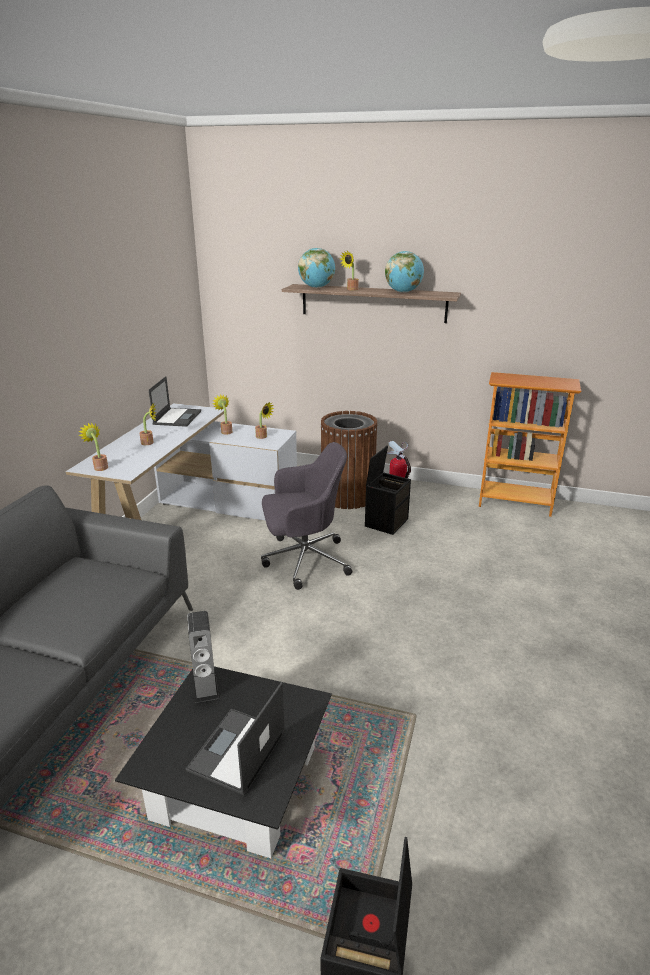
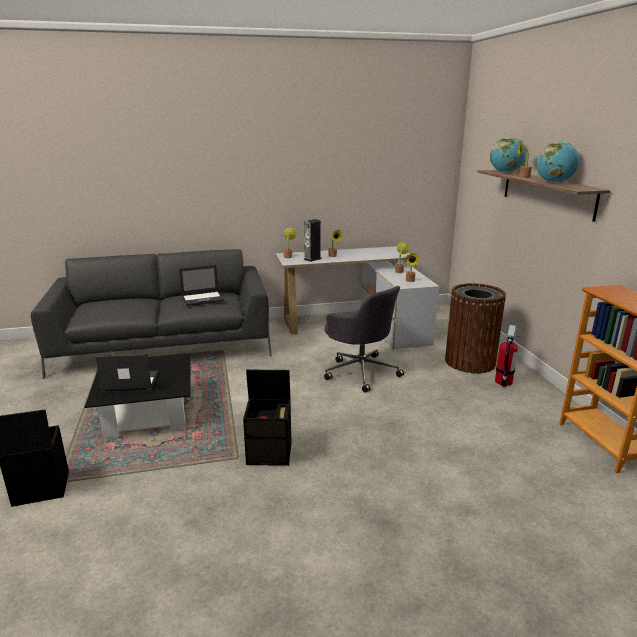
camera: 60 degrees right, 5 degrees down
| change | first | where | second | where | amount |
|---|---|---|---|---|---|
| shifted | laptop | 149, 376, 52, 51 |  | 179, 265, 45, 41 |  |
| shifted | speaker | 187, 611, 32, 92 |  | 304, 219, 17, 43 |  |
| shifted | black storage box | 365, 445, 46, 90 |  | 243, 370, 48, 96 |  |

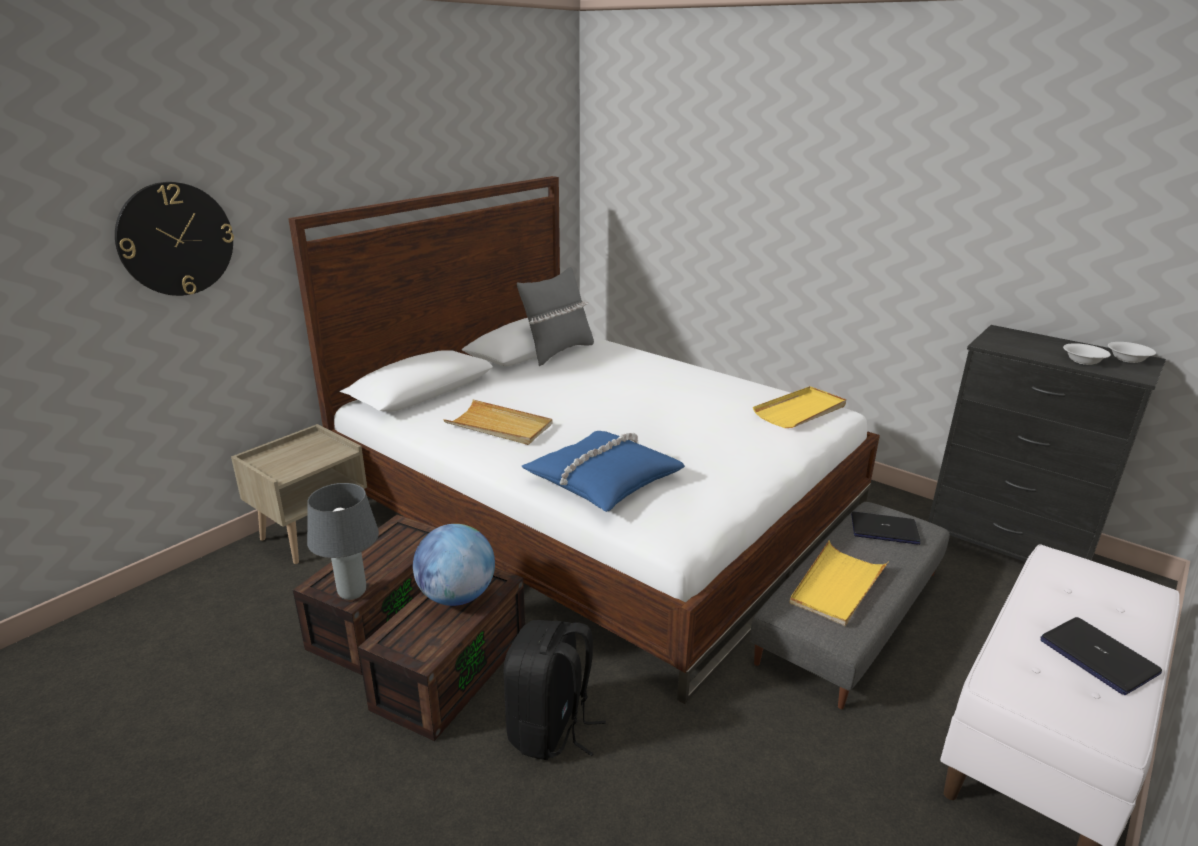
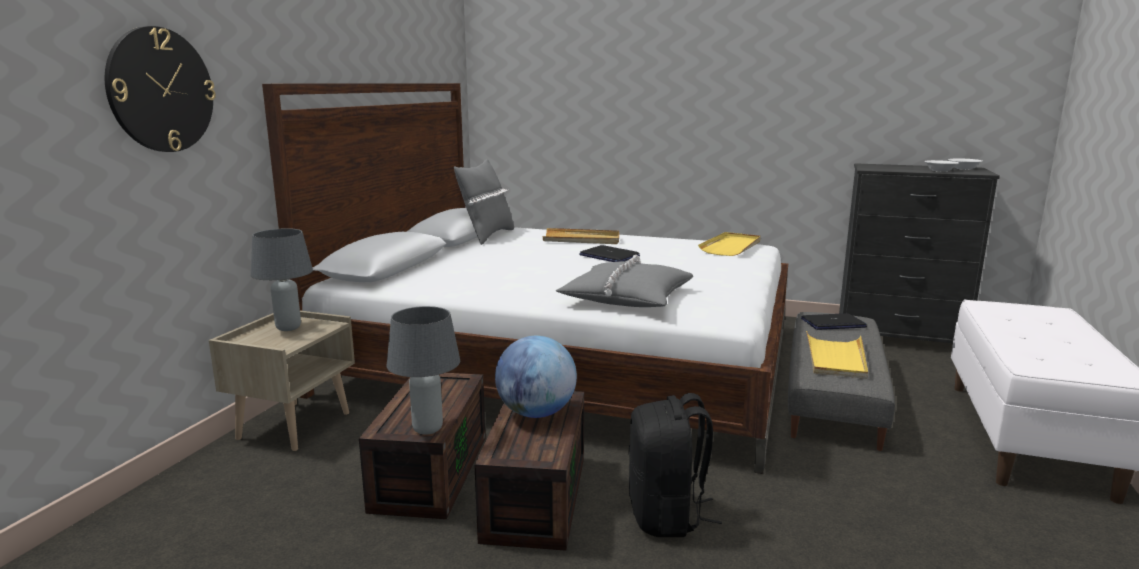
camera: 20 degrees left, 10 degrees down
| change | first | where | second | where | amount |
|---|---|---|---|---|---|
| new |  |  | grey table lamp | 251, 228, 62, 103 |  |
| shifted | beige tray | 444, 400, 108, 45 |  | 543, 228, 76, 16 |  |
| shifted | laptop | 1041, 617, 121, 78 |  | 579, 245, 61, 17 |  |
| repainted | blue pillow | 522, 431, 163, 81 | grey pillow | 556, 255, 137, 52 |  |

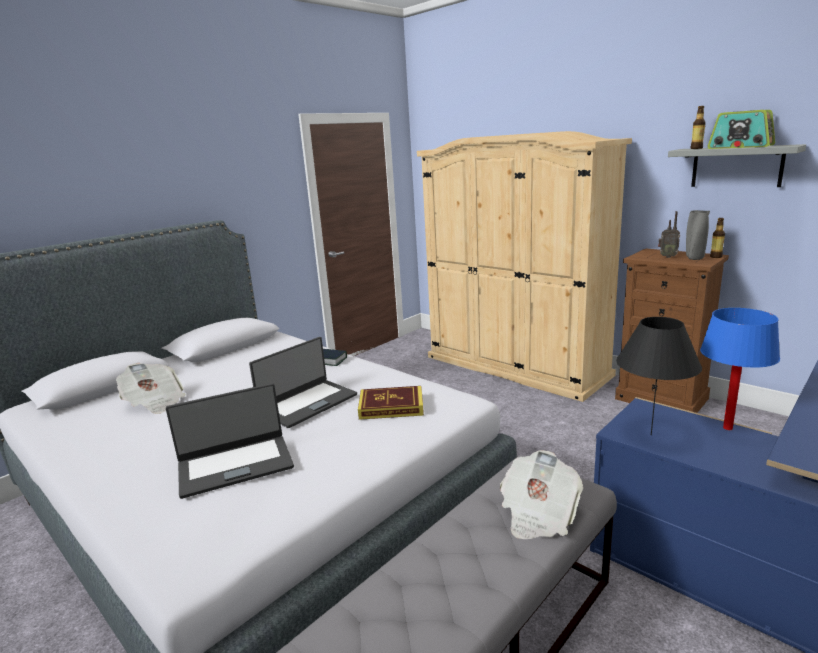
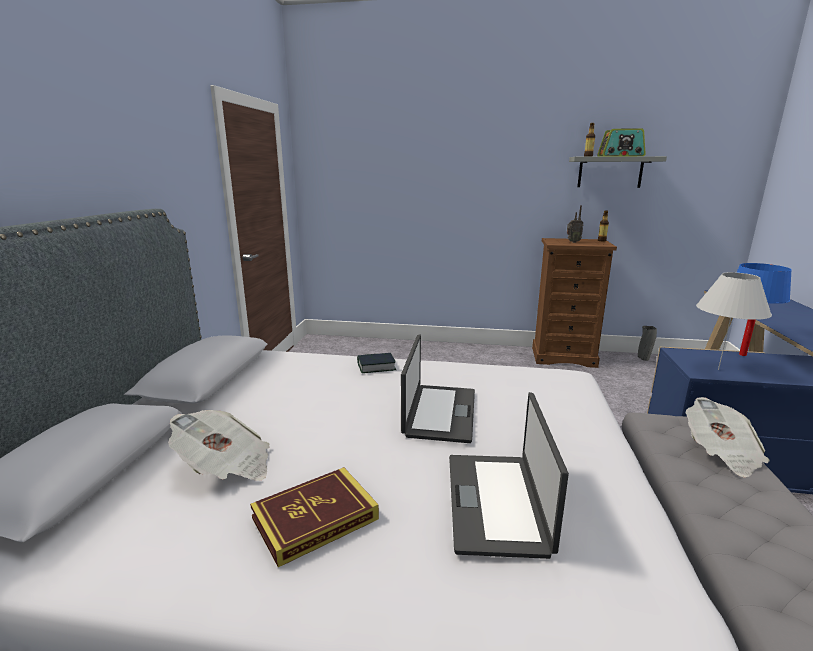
camera: 35 degrees left, 0 degrees up
| change | first | where | second | where | amount |
|---|---|---|---|---|---|
| gone | beige wardrobe | 417, 131, 215, 271 |  |  |  |
| shifted | book | 358, 386, 66, 34 |  | 250, 467, 129, 100 |  |
| shifted | grey vase | 686, 210, 24, 50 |  | 638, 326, 19, 35 |  |
| repainted | black table lamp | 616, 317, 86, 118 | white table lamp | 696, 272, 76, 98 |  |
| rotated | laptop | 166, 383, 128, 116 |  | 449, 392, 120, 167 | 150 degrees clockwise |

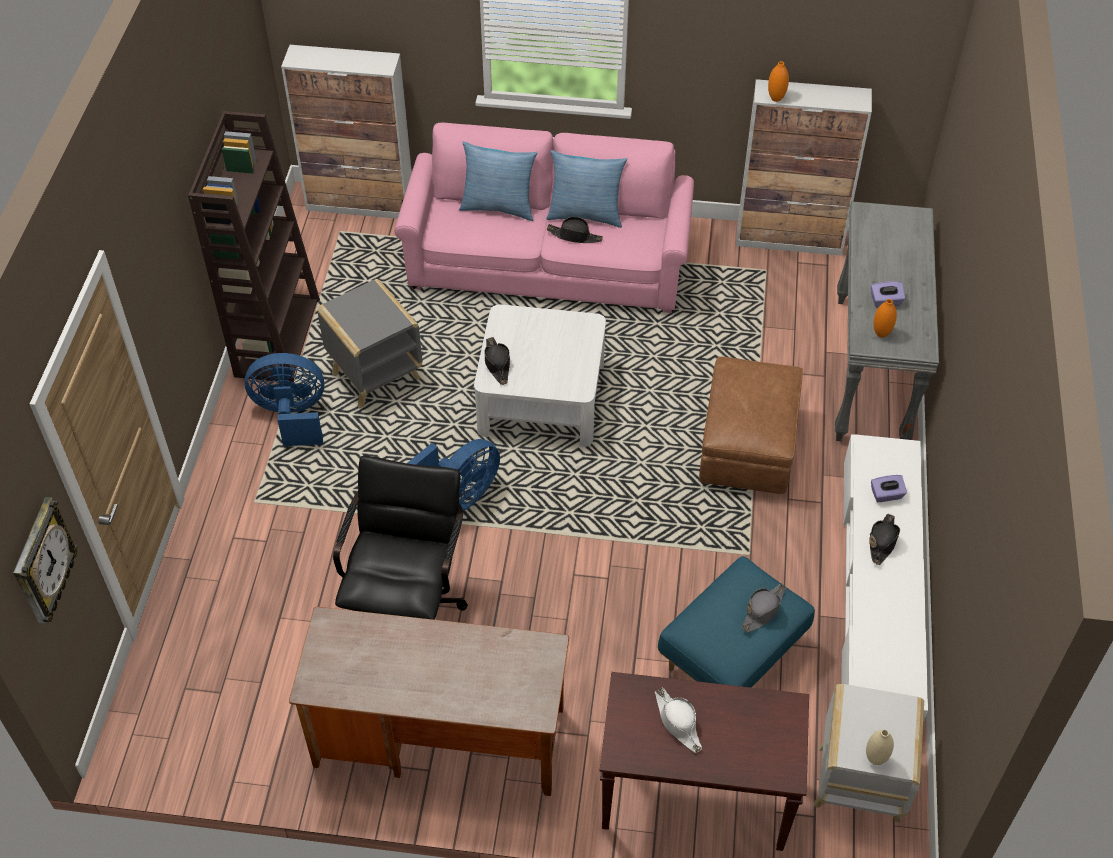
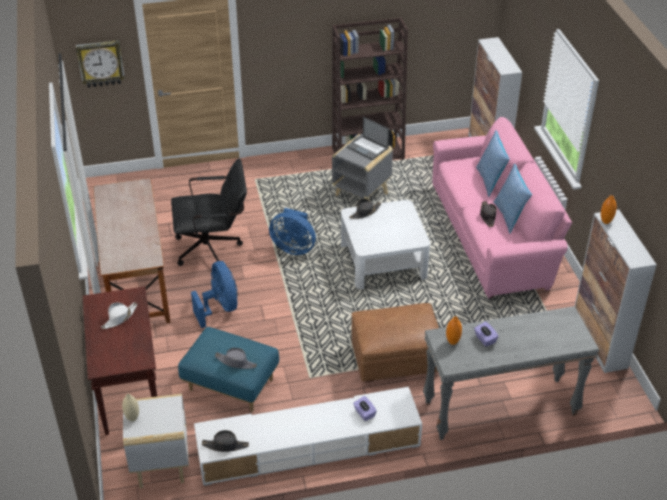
camera: 70 degrees right, 10 degrees down
| change | first | where | second | where | amount |
|---|---|---|---|---|---|
| new |  |  | laptop | 347, 116, 42, 44 |  |
| shifted | blue fan | 244, 353, 80, 93 |  | 191, 261, 47, 67 |  |
| shifted | black hat | 869, 514, 31, 51 |  | 202, 430, 47, 22 |  |

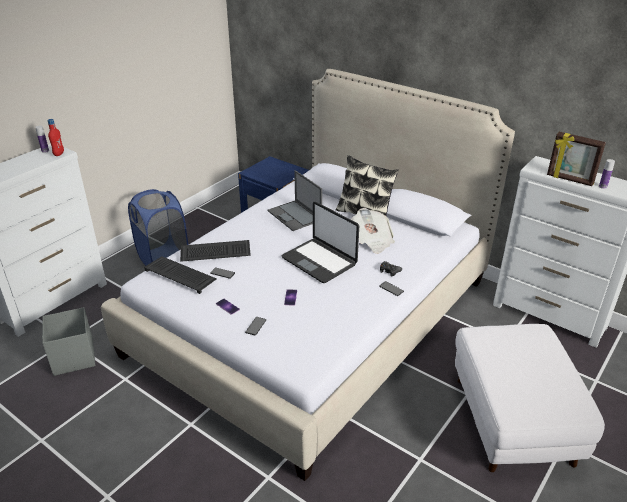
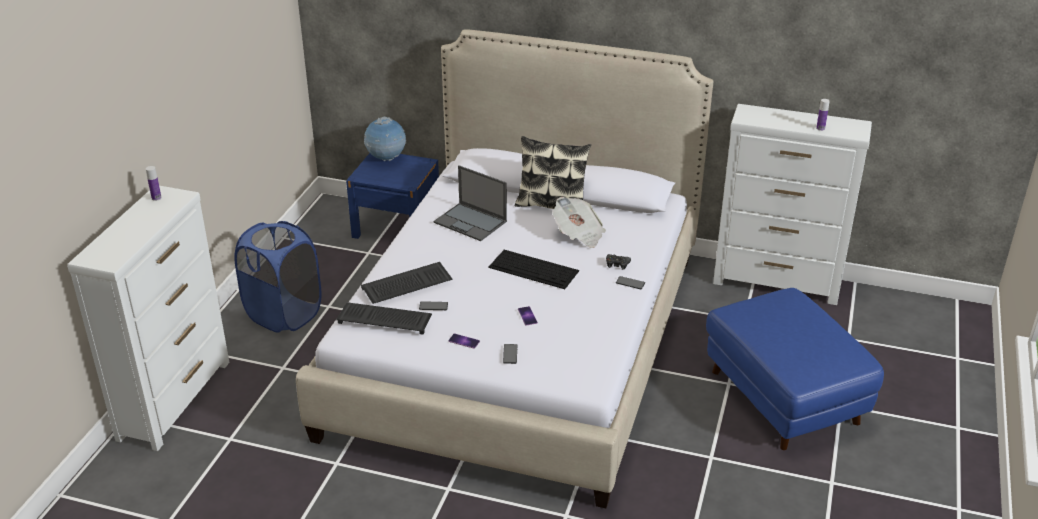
camera: 20 degrees left, 0 degrees up
| change | first | where | second | where | amount |
|---|---|---|---|---|---|
| gone | grey storage box | 42, 307, 53, 69 |  |  |  |
| gone | red bottle | 47, 119, 17, 37 |  |  |  |
| gone | picture frame | 547, 132, 59, 54 |  |  |  |
| new |  |  | globe | 364, 117, 43, 44 |  |
| swapped | laptop | 282, 202, 77, 81 | keyboard | 488, 250, 91, 39 |  |
| repainted | white ottoman | 455, 324, 150, 148 | blue ottoman | 706, 288, 178, 162 |  |

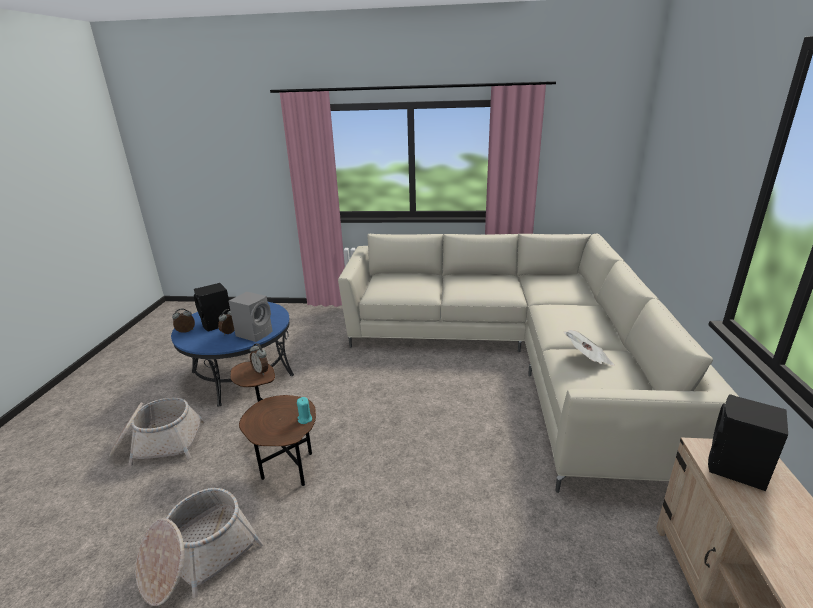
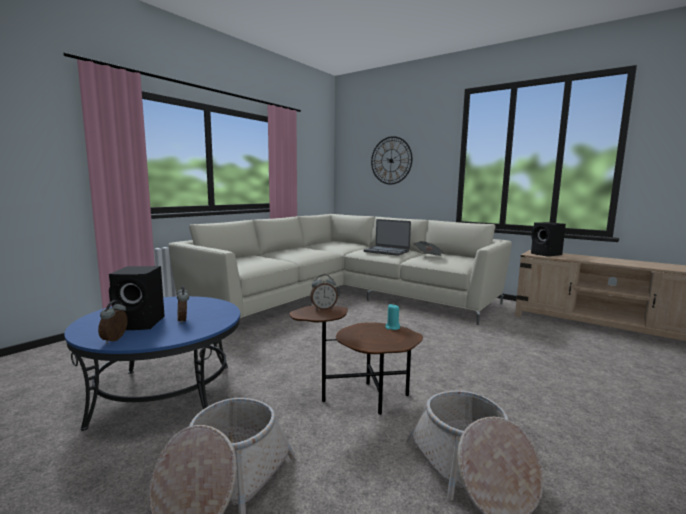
camera: 60 degrees left, 15 degrees down
| change | first | where | second | where | amount |
|---|---|---|---|---|---|
| gone | grey speaker | 229, 292, 43, 50 |  |  |  |
| new |  |  | laptop | 364, 219, 47, 37 |  |
| new |  |  | wall clock | 371, 136, 41, 48 |  |

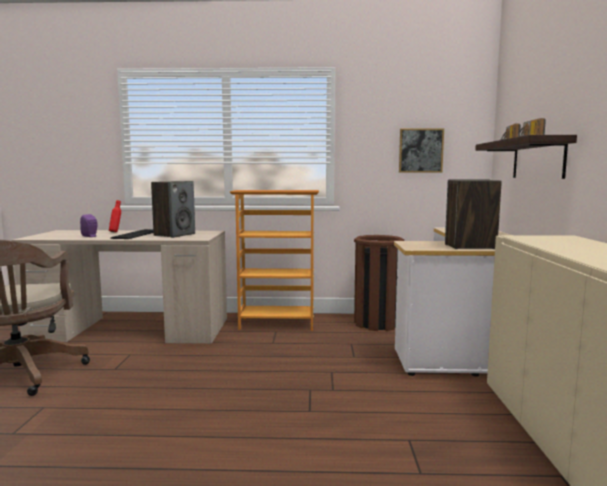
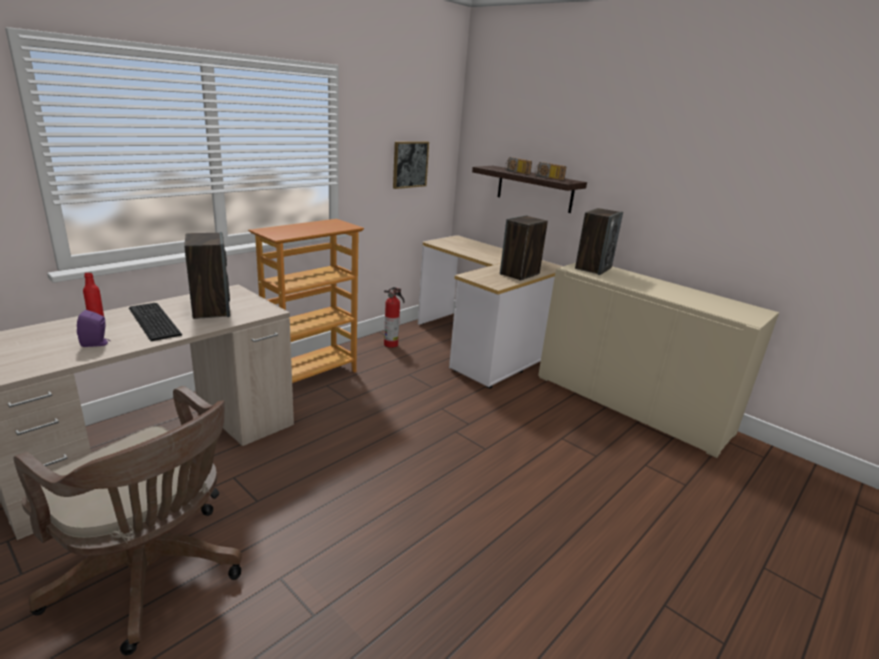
camera: 50 degrees left, 15 degrees up
| change | first | where | second | where | amount |
|---|---|---|---|---|---|
| new |  |  | speaker | 575, 208, 48, 67 |  |
| swapped | brown trash can | 354, 235, 50, 96 | fire extinguisher | 384, 287, 20, 61 |  |

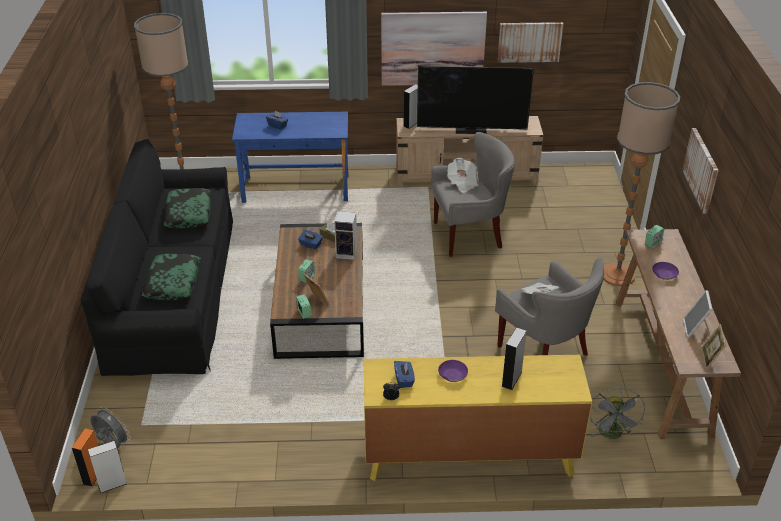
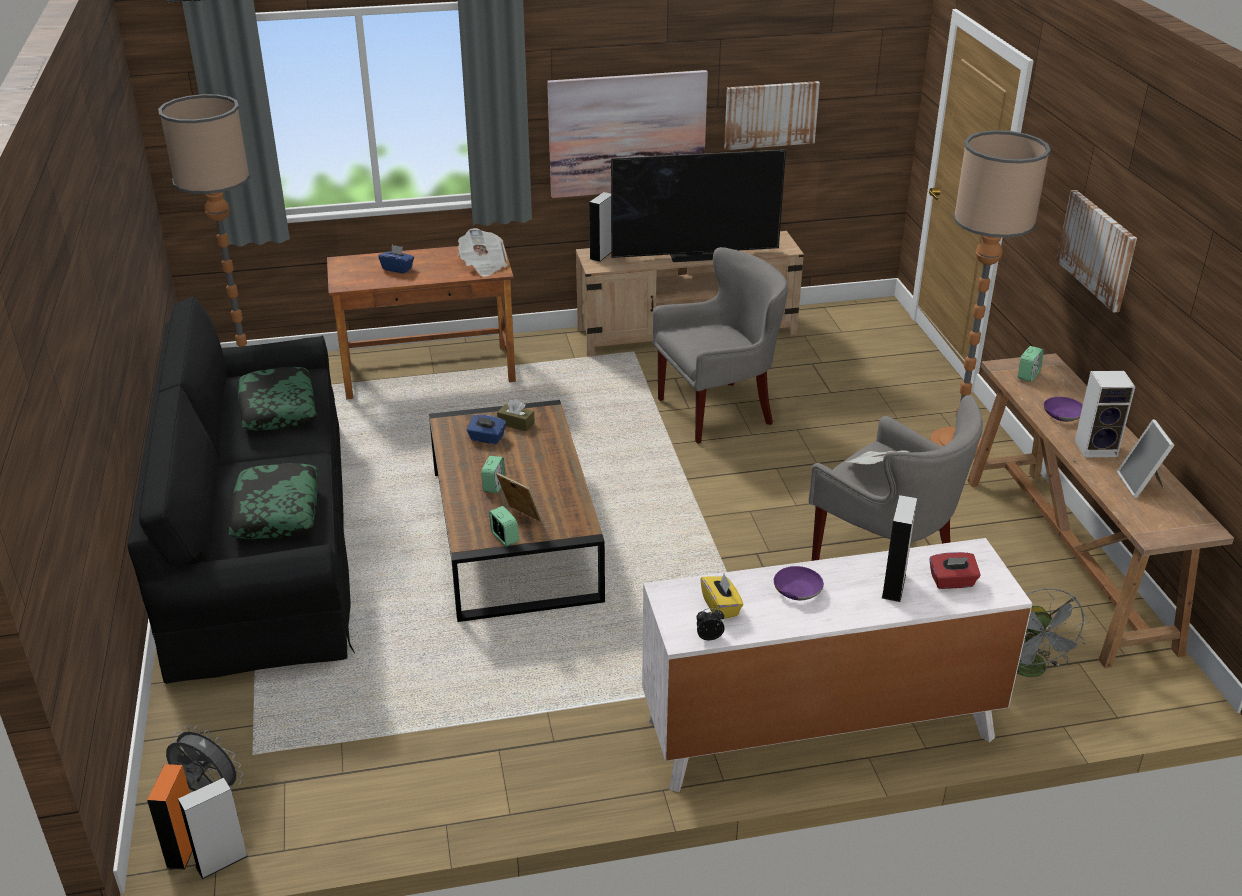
camera: 10 degrees left, 5 degrees down
| change | first | where | second | where | amount |
|---|---|---|---|---|---|
| gone | picture frame | 701, 324, 25, 45 |  |  |  |
| new |  |  | red tissue box | 929, 552, 52, 37 |  |
| shifted | speaker | 334, 211, 23, 49 |  | 1075, 371, 60, 87 |  |
| shifted | newspaper | 447, 158, 31, 35 |  | 458, 228, 49, 49 |  |
| repainted | blue desk | 232, 112, 116, 91 | brown desk | 327, 243, 189, 156 |  |
| repainted | yellow dresser | 364, 355, 228, 126 | white dresser | 642, 538, 391, 254 |  |
| repainted | blue tissue box | 394, 361, 21, 27 | yellow tissue box | 700, 573, 43, 47 |  |

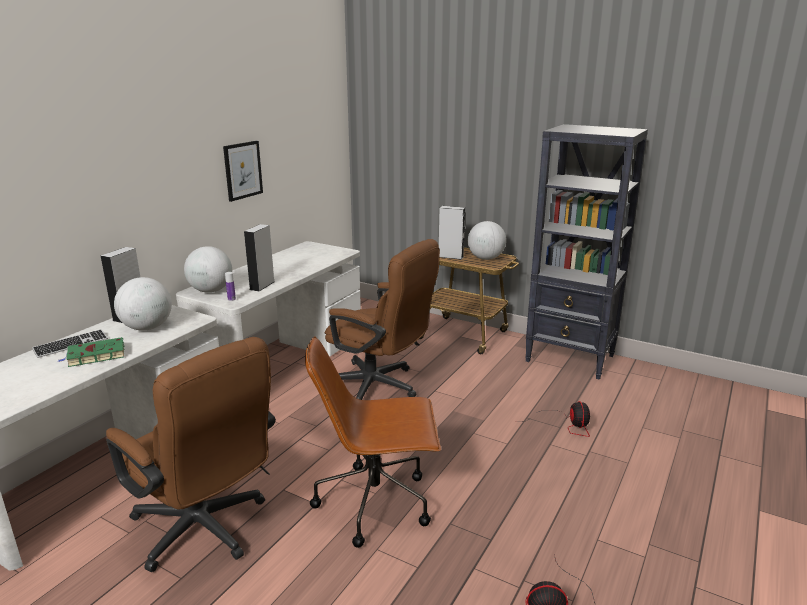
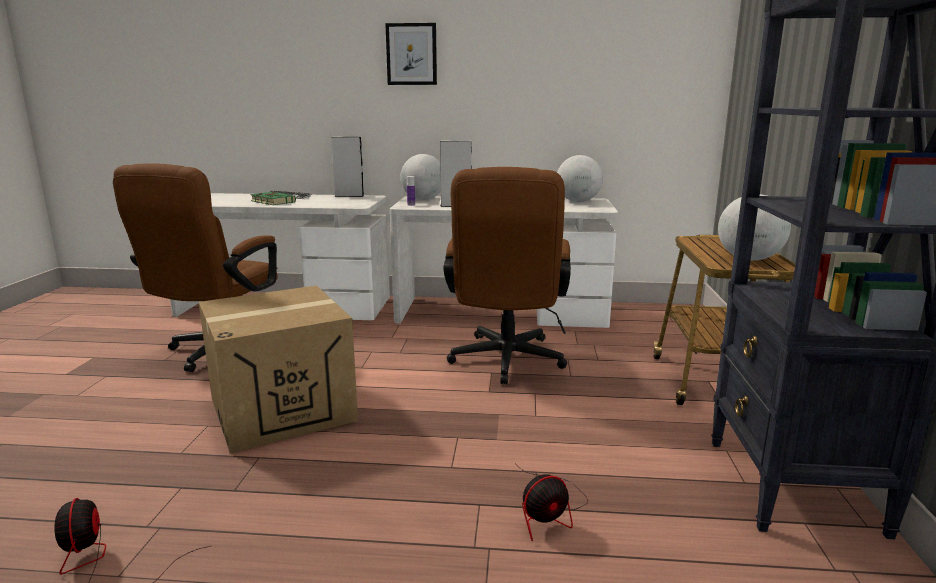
camera: 65 degrees right, 5 degrees down
| change | first | where | second | where | amount |
|---|---|---|---|---|---|
| gone | grey speaker | 439, 206, 26, 54 |  |  |  |
| shifted | globe | 114, 277, 58, 54 |  | 557, 155, 46, 47 |  |
| shifted | picture | 223, 141, 40, 61 |  | 385, 23, 52, 62 |  |
| swapped | brown office chair | 305, 336, 136, 212 | cardboard box | 199, 285, 159, 168 |  |

